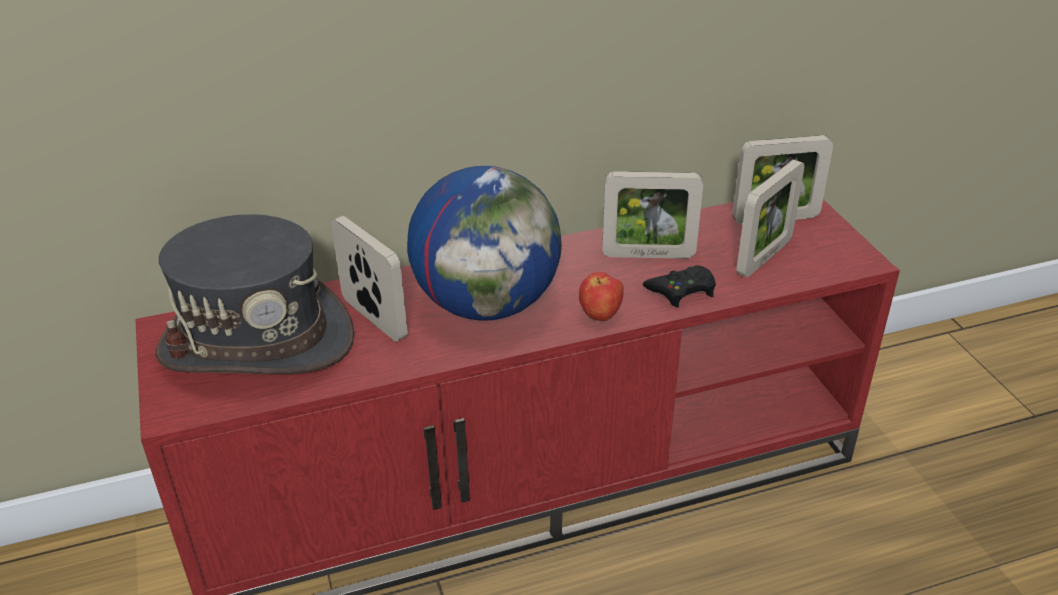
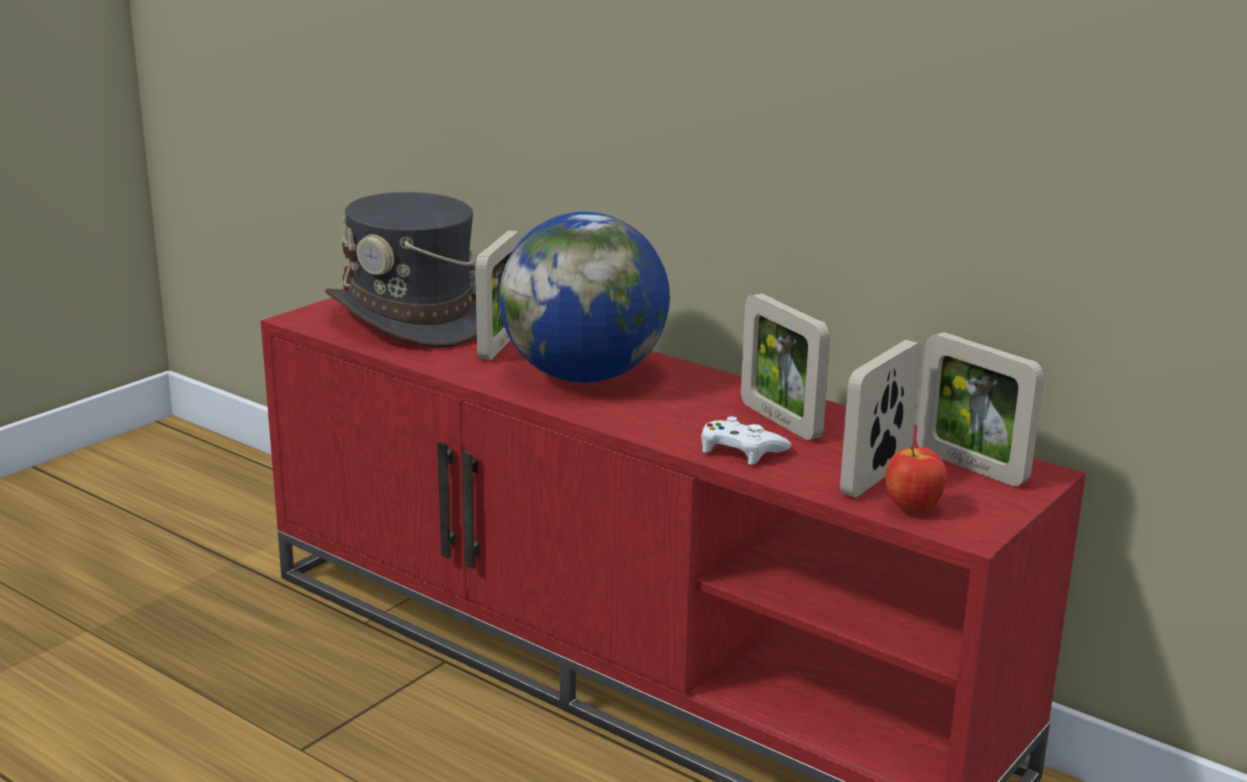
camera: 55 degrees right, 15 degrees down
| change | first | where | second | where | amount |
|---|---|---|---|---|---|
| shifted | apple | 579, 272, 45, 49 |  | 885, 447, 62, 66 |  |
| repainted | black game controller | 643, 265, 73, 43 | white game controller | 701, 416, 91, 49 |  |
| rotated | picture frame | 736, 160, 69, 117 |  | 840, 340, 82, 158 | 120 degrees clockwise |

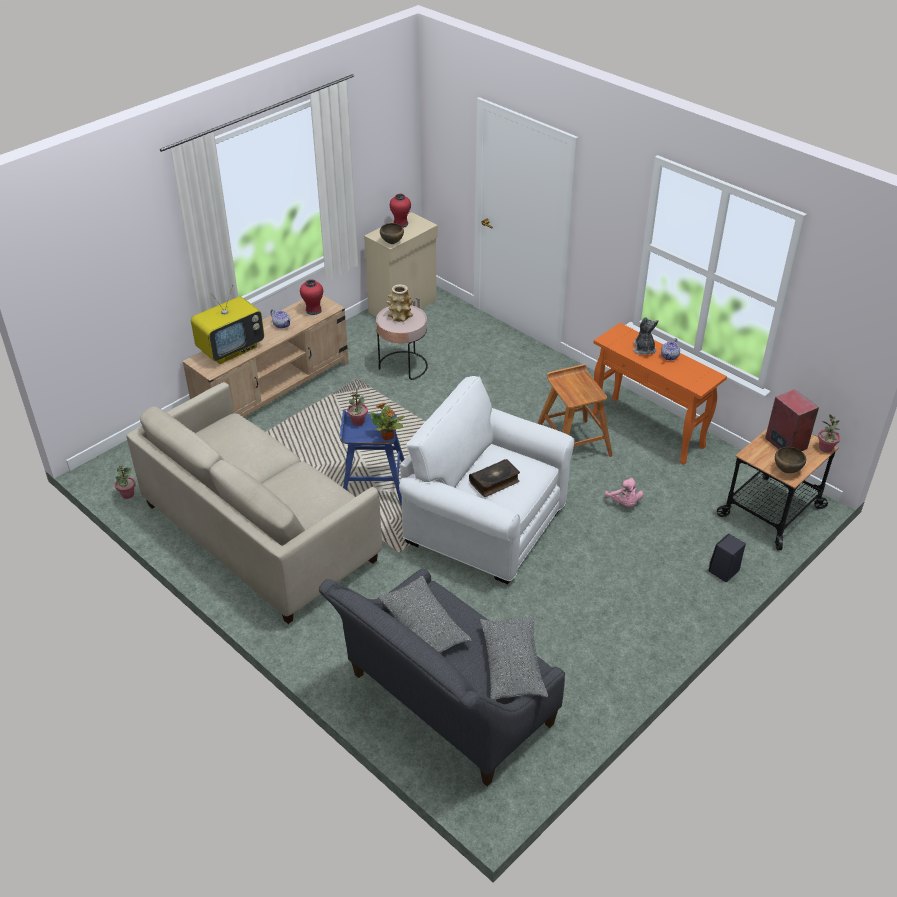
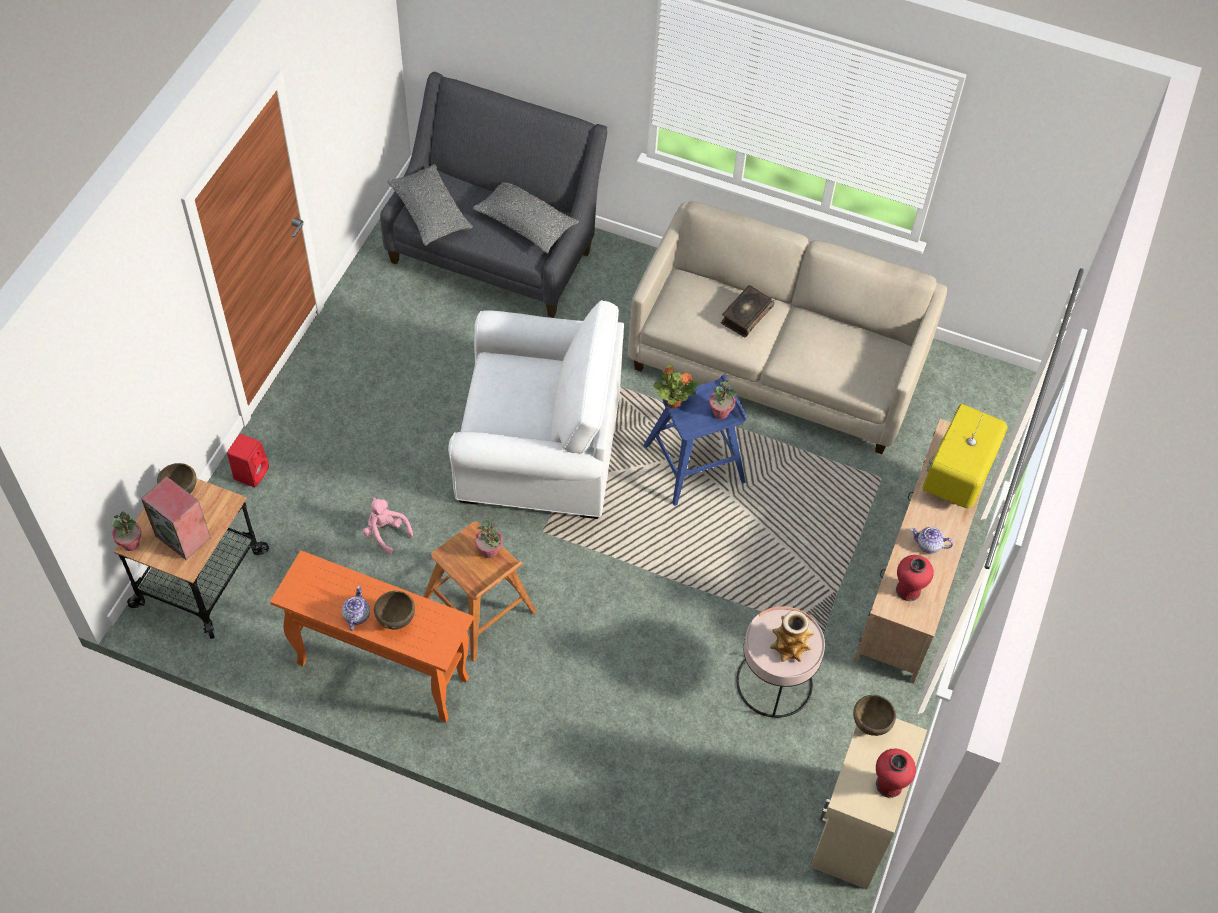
camera: 155 degrees right, 15 degrees up
| change | first | where | second | where | amount |
|---|---|---|---|---|---|
| shifted | potted plant | 115, 464, 21, 35 |  | 475, 519, 28, 39 |  |
| shifted | book | 469, 459, 51, 38 |  | 721, 285, 53, 52 |  |
| swapped | plush toy | 633, 317, 26, 38 | brown bowl | 374, 591, 41, 39 |  |
| repainted | black speaker | 709, 534, 37, 48 | red speaker | 227, 434, 42, 54 |  |

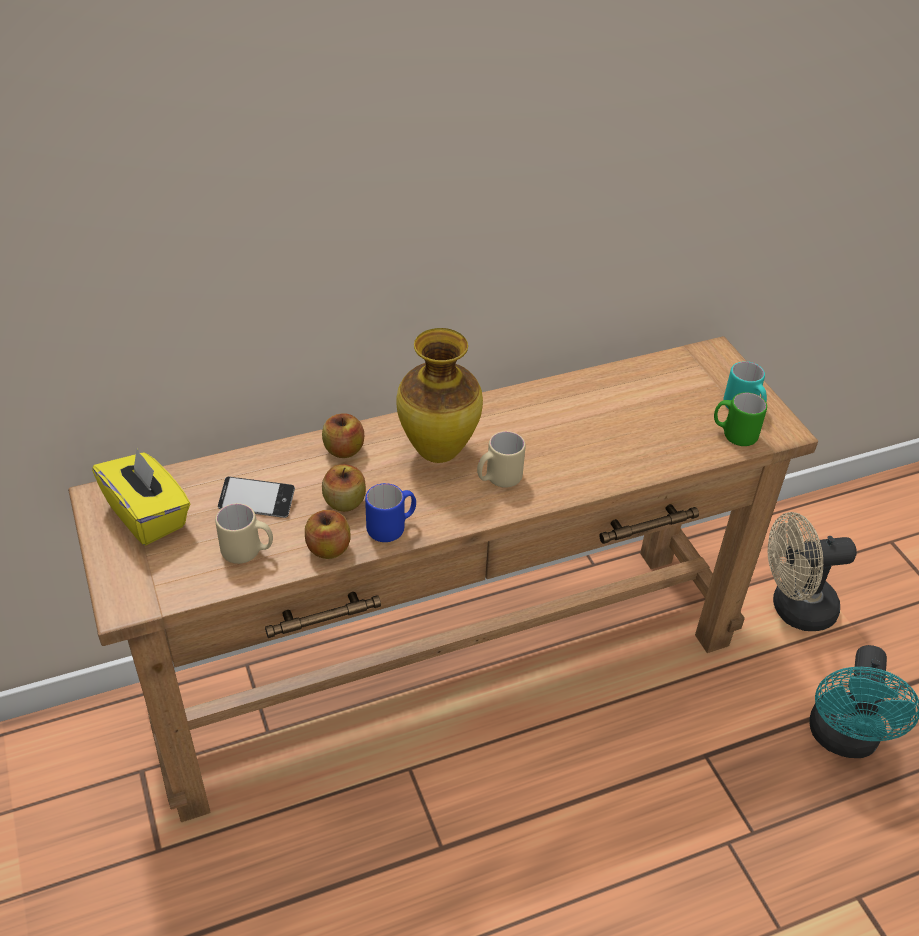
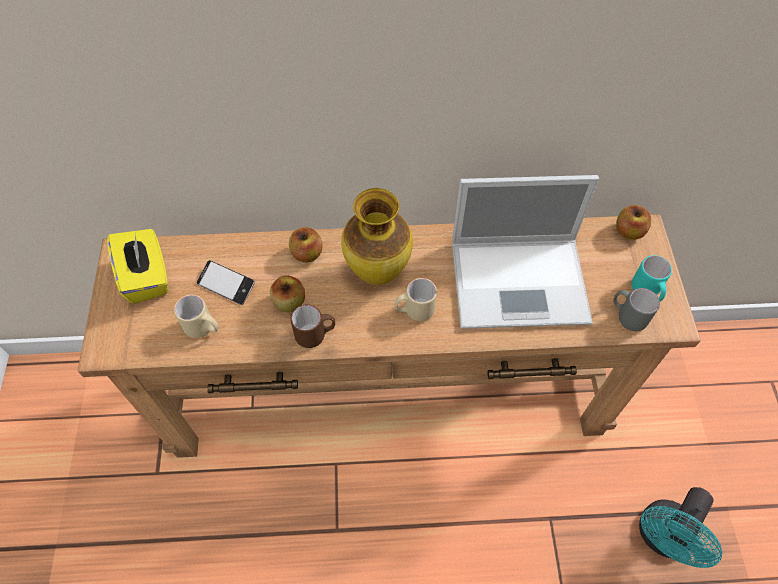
camera: 20 degrees right, 15 degrees up
| change | first | where | second | where | amount |
|---|---|---|---|---|---|
| gone | beige fan | 768, 512, 89, 119 |  |  |  |
| new |  |  | laptop | 452, 175, 147, 154 |  |
| shifted | apple | 305, 510, 46, 49 |  | 616, 205, 35, 35 |  |
| repainted | blue mug | 365, 483, 51, 59 | brown mug | 291, 304, 44, 44 |  |
| repainted | green mug | 714, 392, 53, 54 | grey mug | 613, 288, 47, 43 |  |

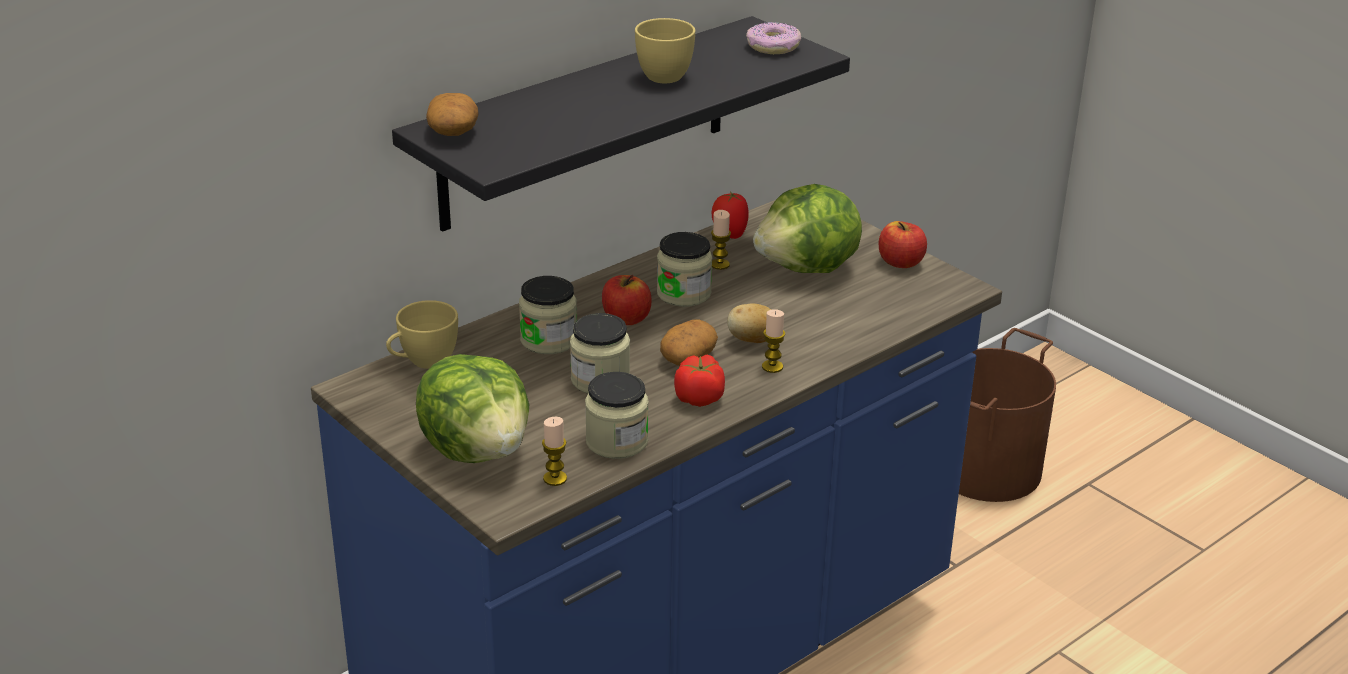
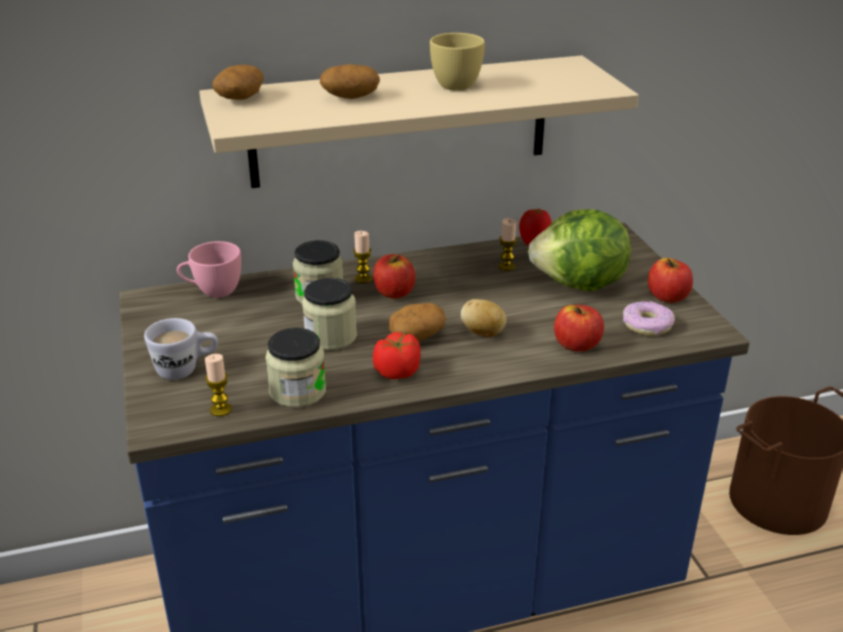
camera: 25 degrees right, 0 degrees up
| change | first | where | second | where | amount |
|---|---|---|---|---|---|
| gone | jar | 657, 232, 55, 75 |  |  |  |
| new |  |  | potato | 320, 64, 60, 35 |  |
| new |  |  | apple | 554, 305, 50, 47 |  |
| shifted | donut | 746, 22, 55, 32 |  | 623, 301, 52, 35 |  |
| shifted | candle | 762, 309, 23, 64 |  | 353, 231, 19, 53 |  |
| swapped | lettuce | 416, 354, 113, 109 | white mug | 144, 318, 74, 62 |  |
| repainted | yellow cup | 386, 300, 72, 69 | pink cup | 177, 241, 64, 57 |  |
| repainted | black shelf | 392, 16, 458, 216 | beige shelf | 199, 55, 440, 133 |  |

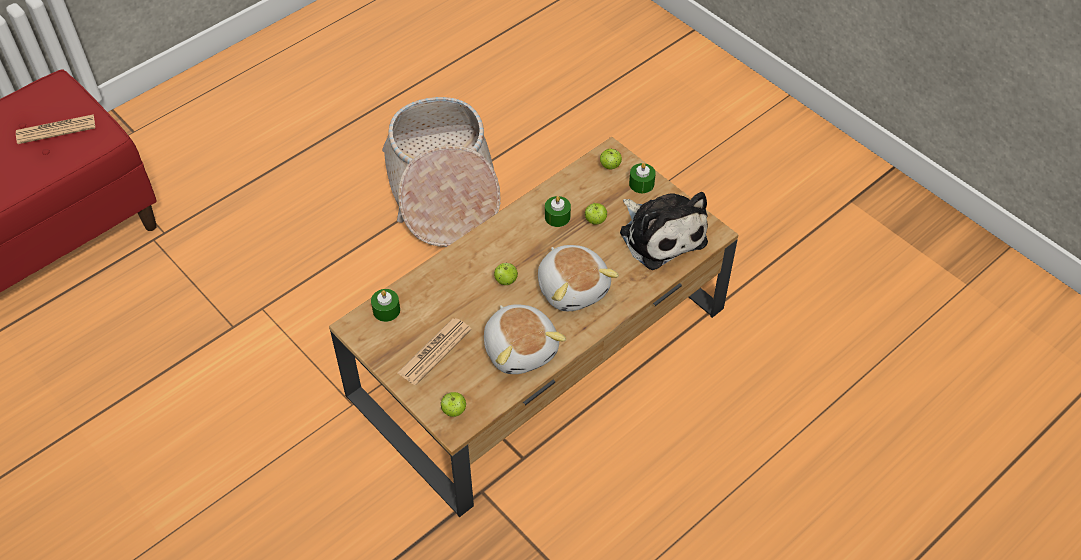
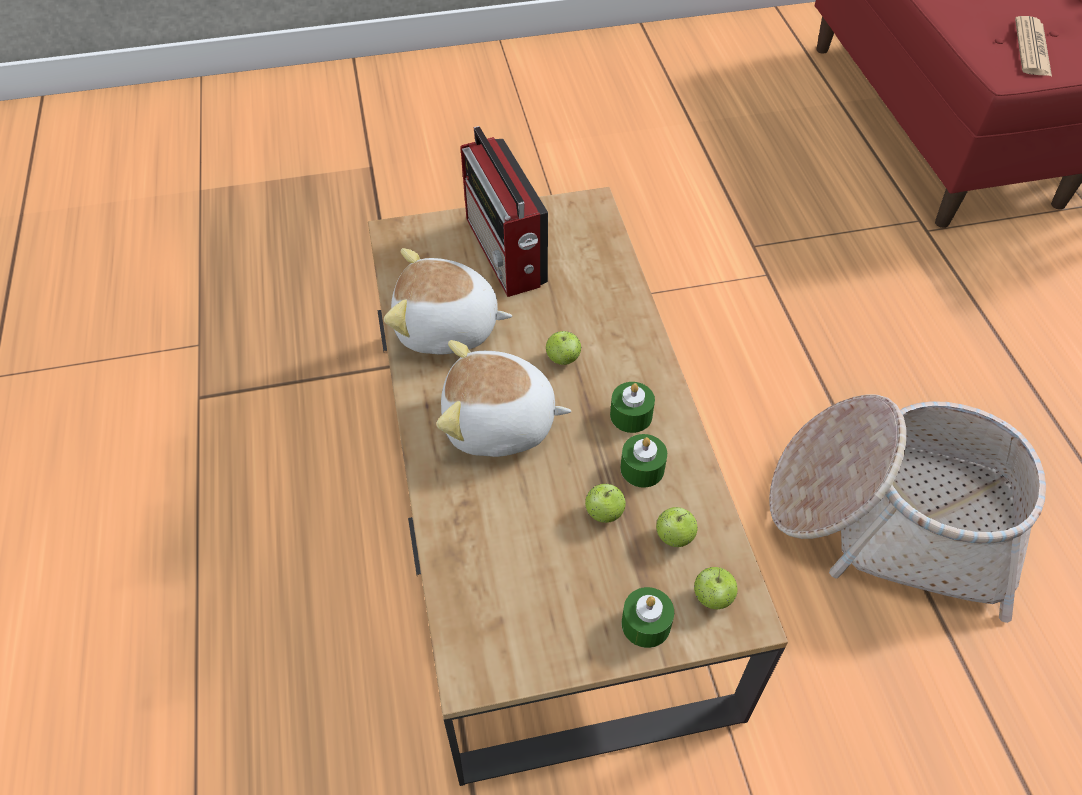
camera: 120 degrees right, 0 degrees up
| change | first | where | second | where | amount |
|---|---|---|---|---|---|
| gone | plush toy | 620, 192, 88, 78 |  |  |  |
| shifted | green candle | 371, 289, 29, 33 |  | 610, 382, 45, 51 |  |
| shifted | apple | 441, 392, 25, 25 |  | 656, 507, 42, 40 |  |
| swapped | newspaper | 397, 318, 75, 67 | radio | 460, 126, 88, 171 |  |

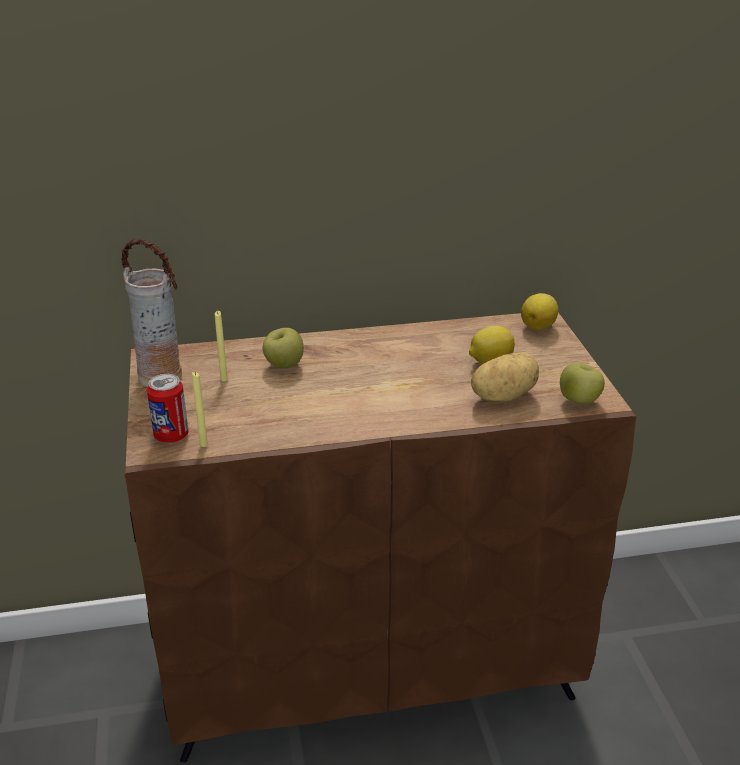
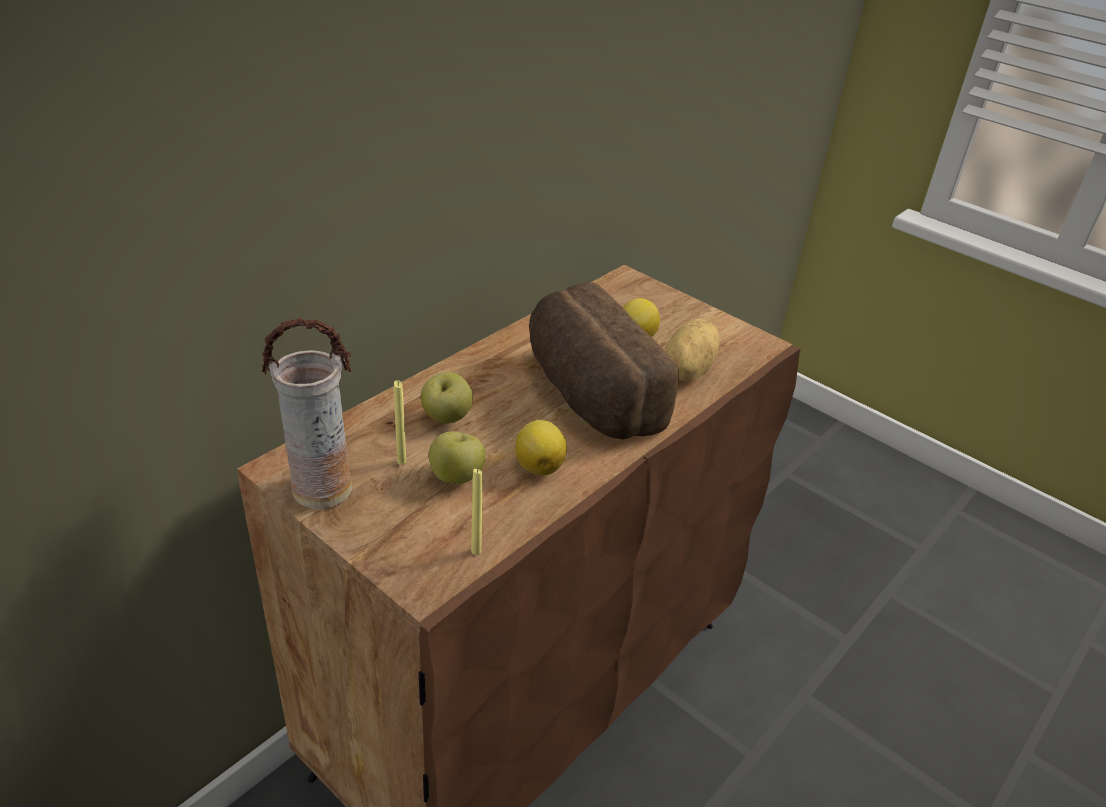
camera: 40 degrees left, 5 degrees up
| change | first | where | second | where | amount |
|---|---|---|---|---|---|
| gone | can | 147, 374, 41, 69 |  |  |  |
| new |  |  | bread | 529, 282, 150, 157 |  |
| shifted | lemon | 521, 293, 38, 38 |  | 515, 420, 52, 55 |  |
| shifted | apple | 560, 363, 45, 41 |  | 429, 431, 56, 53 |  |

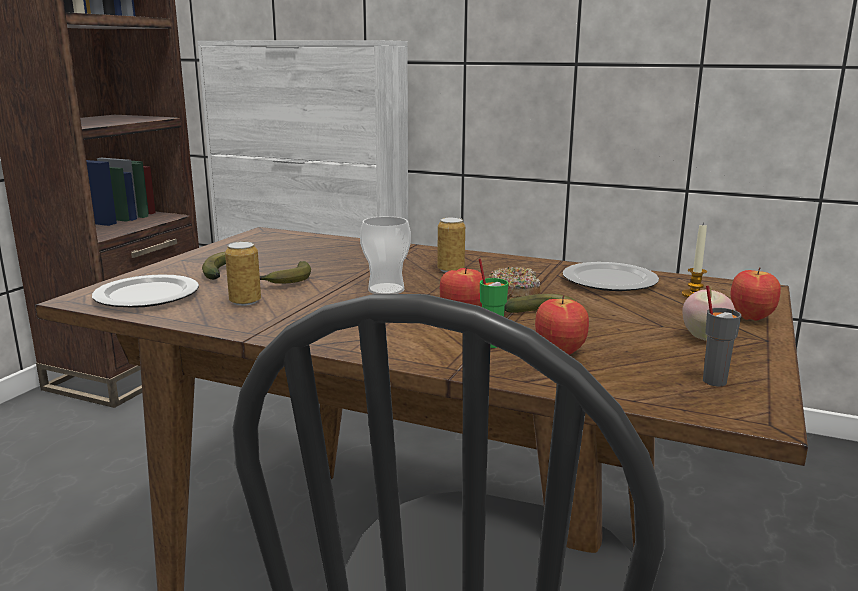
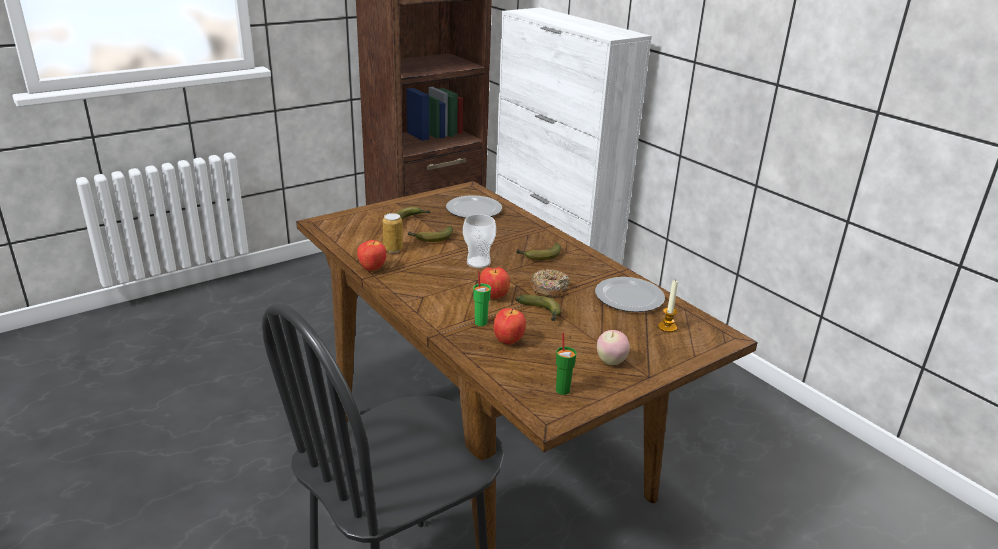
camera: 30 degrees right, 10 degrees up
| change | first | where | second | where | amount |
|---|---|---|---|---|---|
| shifted | plate | 92, 274, 107, 34 |  | 446, 195, 56, 23 |  |
| shifted | apple | 730, 267, 51, 54 |  | 357, 240, 29, 31 |  |
| swapped | can | 437, 217, 28, 56 | banana | 516, 243, 45, 17 |  |
| repainted | grey cup | 703, 285, 38, 101 | green cup | 556, 333, 20, 62 |  |

